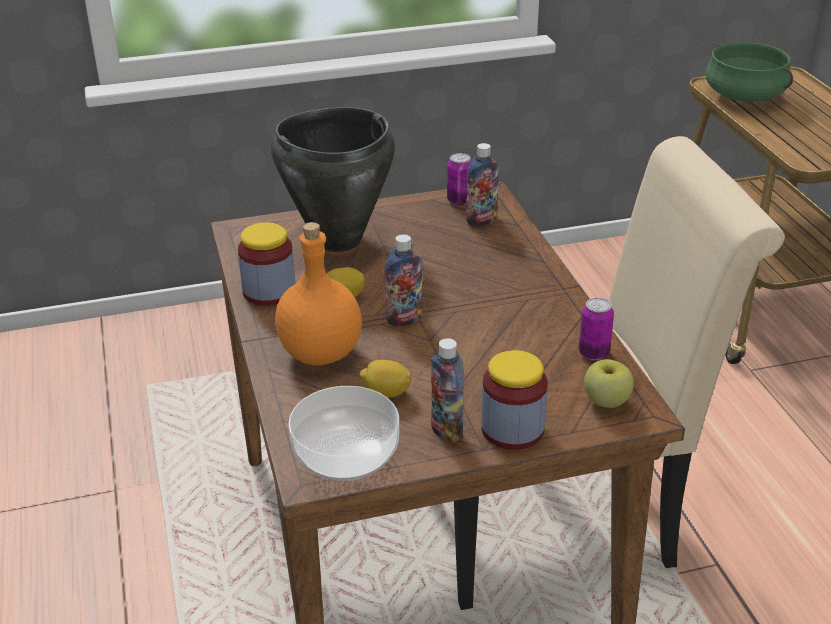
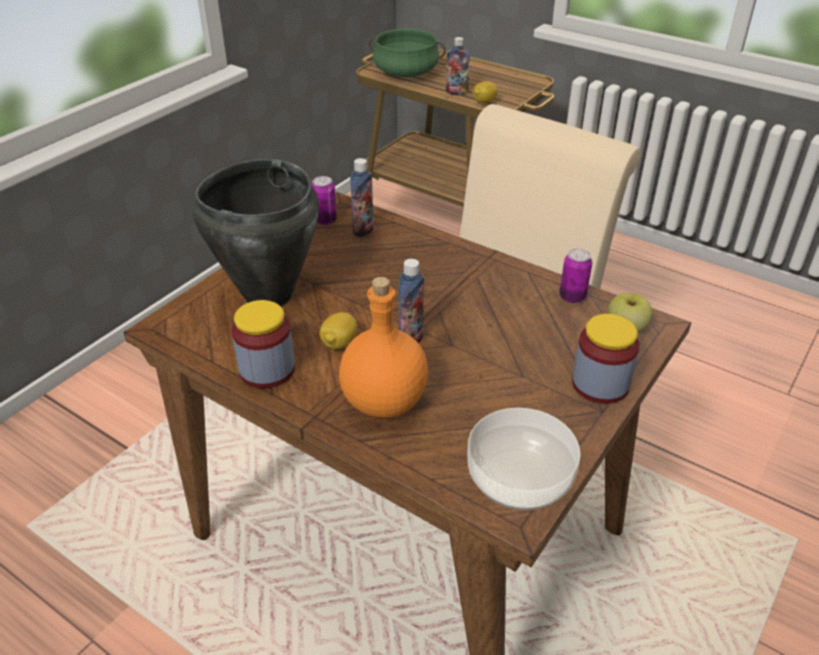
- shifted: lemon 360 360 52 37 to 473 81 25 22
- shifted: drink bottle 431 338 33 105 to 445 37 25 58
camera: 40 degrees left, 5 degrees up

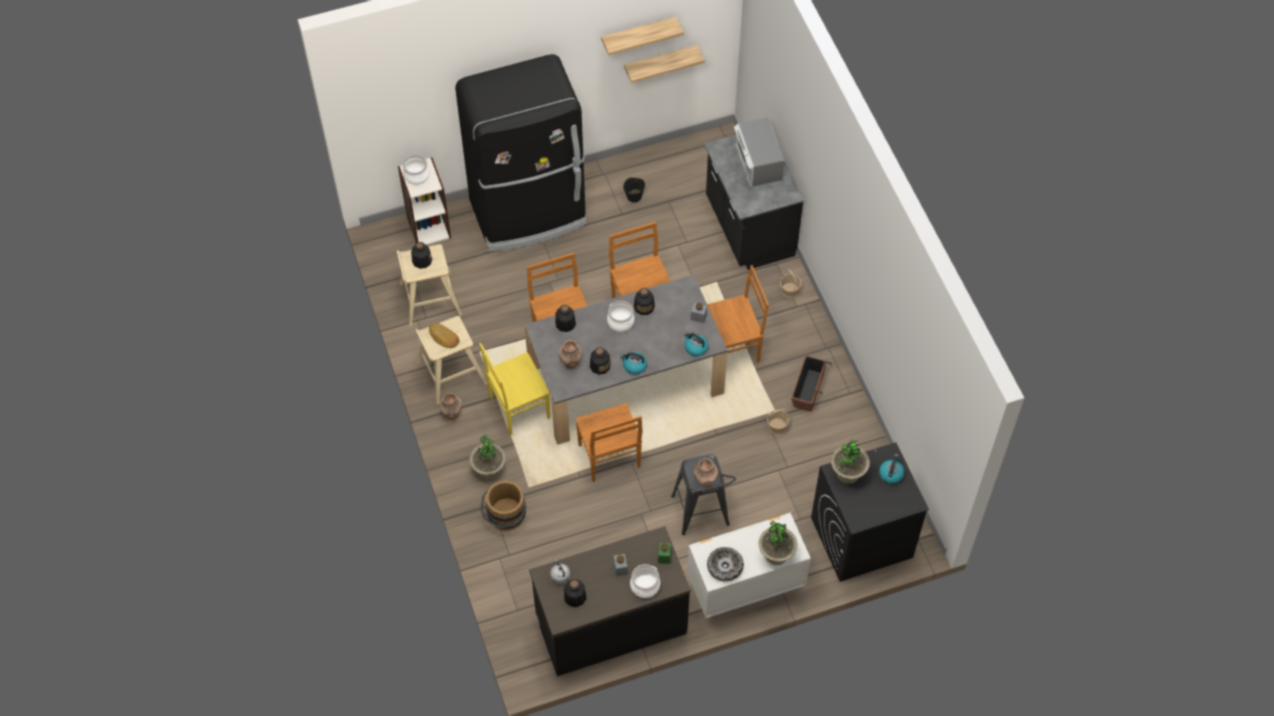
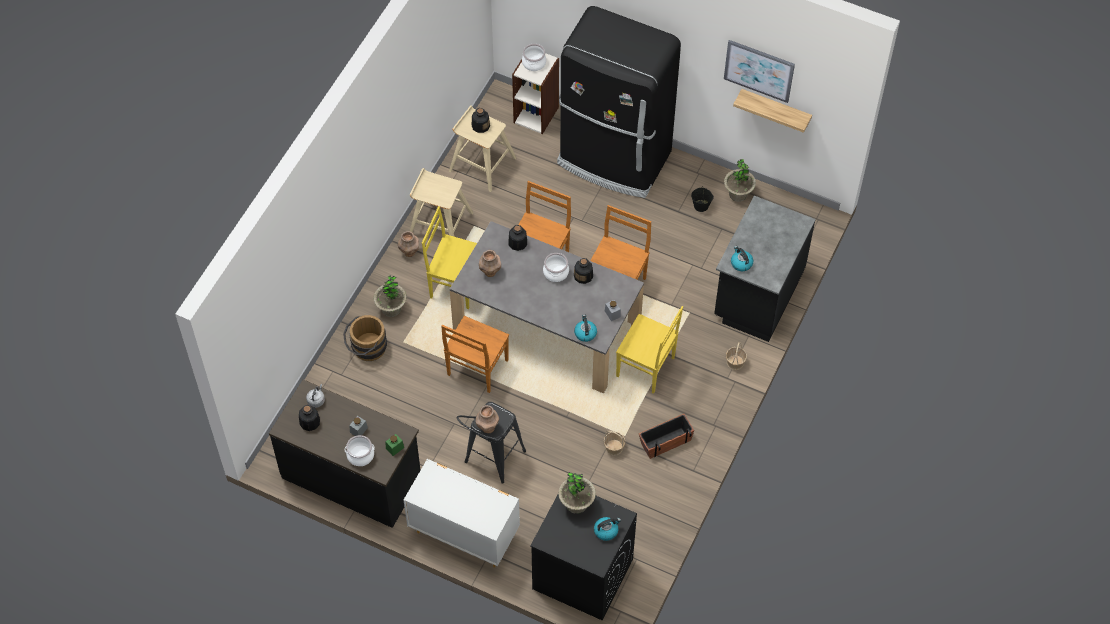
- gone: bakery bread 429 323 30 25
- gone: drink bottle 590 347 21 28
- swapped: shelf 601 17 83 38 to wall art 724 40 71 63
- shifted: water kettle 620 352 27 23 to 731 246 22 25
- repainted: plain chair (brown-coloured) 707 265 62 98 to plain chair (yellow-coloured) 616 306 67 88
- gone: deep dish 707 547 37 34
- gone: microwave 734 118 50 69
- shifted: plant in a pot 758 521 40 44 to 724 159 32 43
camera: 45 degrees right, 0 degrees up

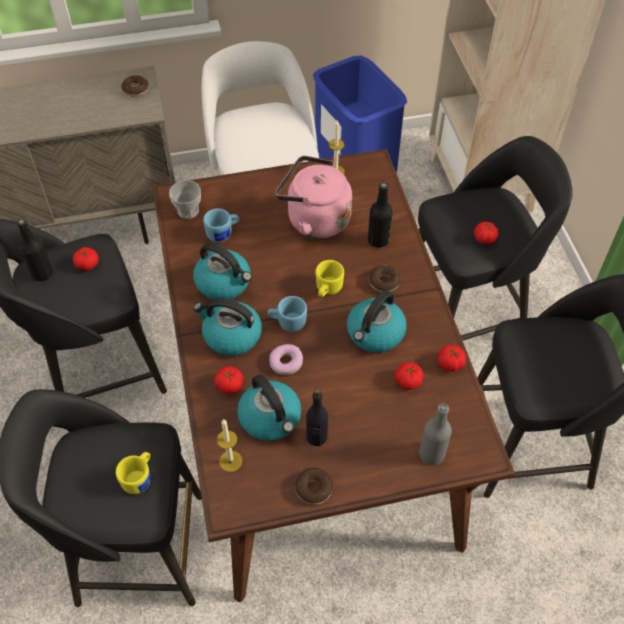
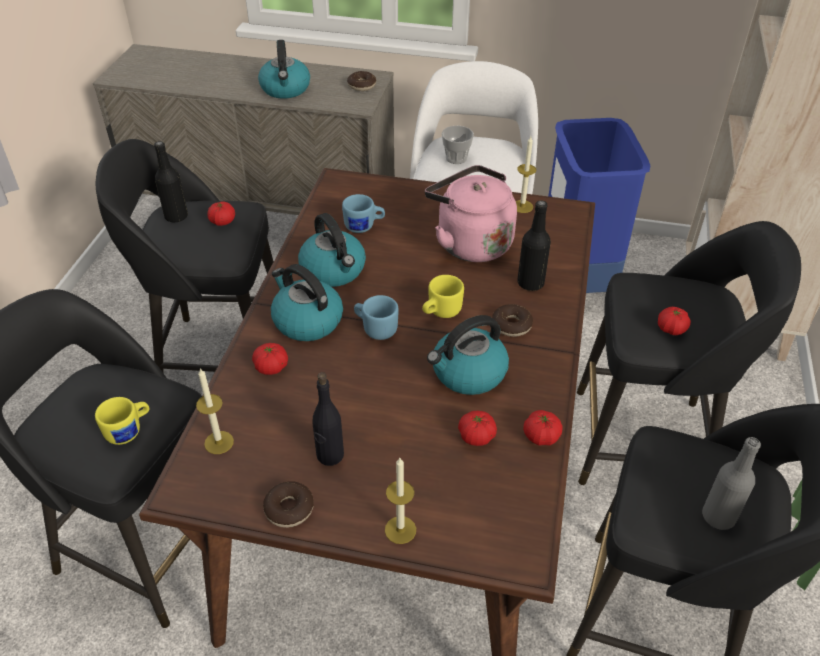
- shifted: small cup 169 180 32 39 to 442 126 32 38
- shifted: water kettle 237 375 64 66 to 258 40 52 59
- gone: donut 269 344 34 31
- shifted: drink bottle (gray) 419 403 33 62 to 702 437 59 93
- new: wax light 385 458 31 86
camera: 25 degrees right, 10 degrees down

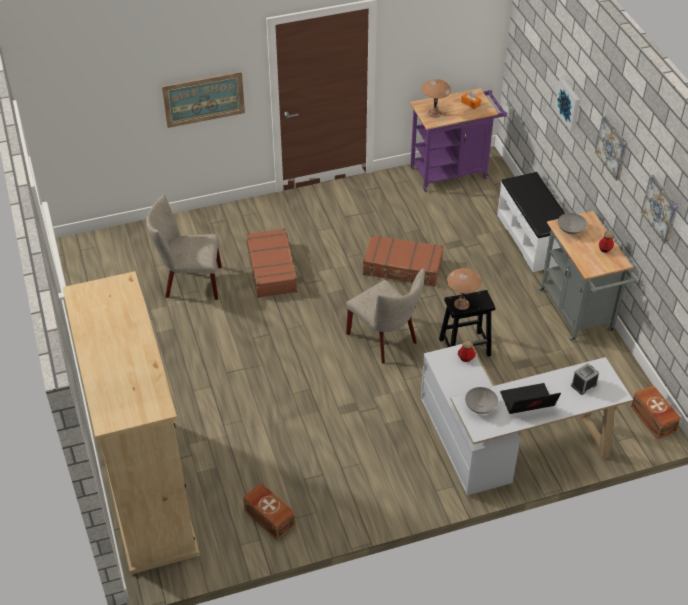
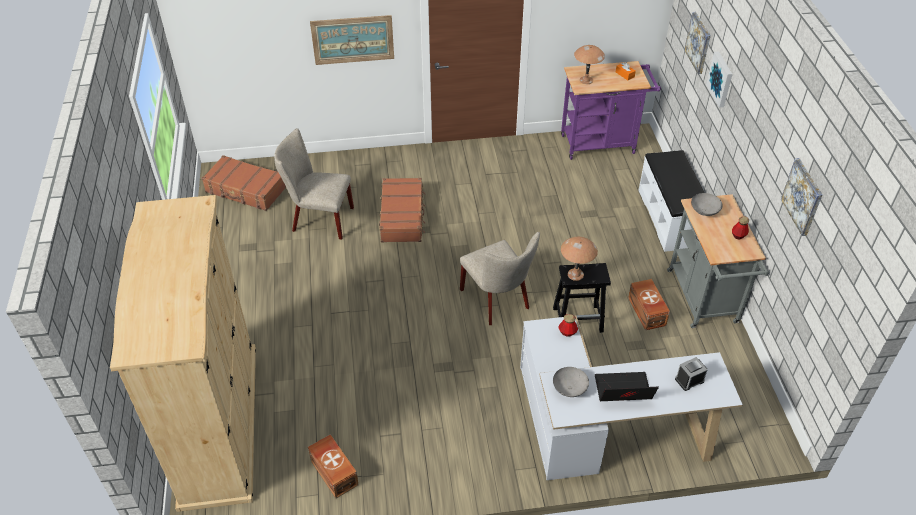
- shifted: piece of luggage (brown-coloured) 363 234 80 52 to 201 155 85 56
- shifted: wall art 595 116 33 65 to 684 12 27 62
- shifted: storage box (brown-coloured) 631 385 50 54 to 628 279 42 51
camera: 10 degrees right, 0 degrees up

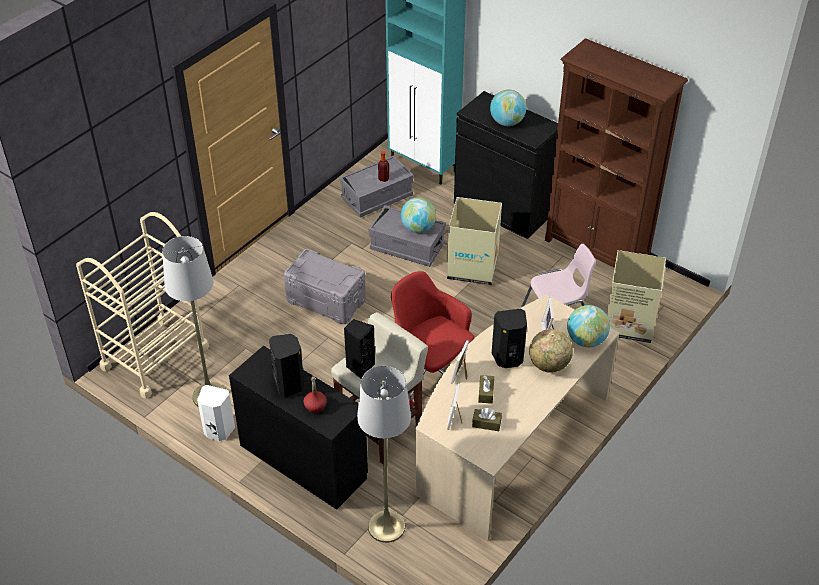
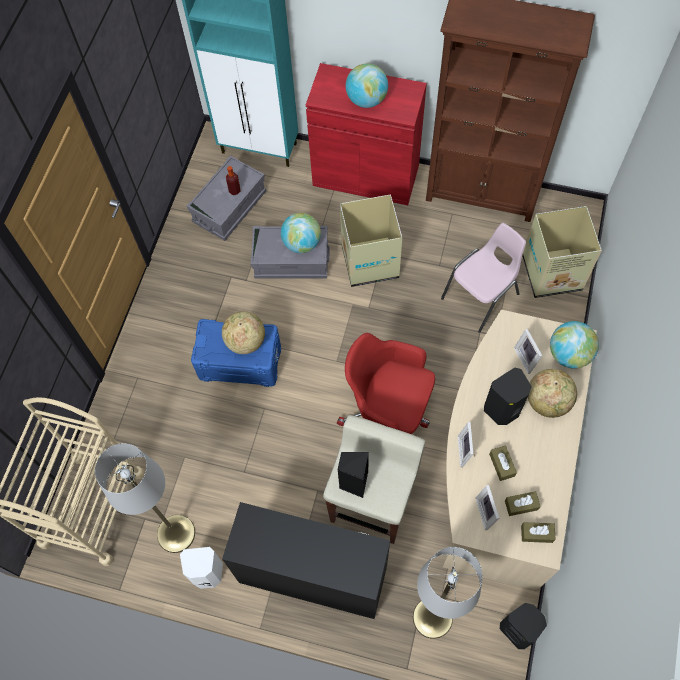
- shifted: audio speaker (blackish) 269 334 35 63 to 500 603 47 46
- repainted: storage box (gray) 284 249 82 75 to storage box (blue-coloured) 191 319 90 68
- gone: drink bottle (red-coloured) 303 376 24 37
- repainted: cabinet (blackish) 454 91 104 148 to cabinet (red-coloured) 306 63 121 142
- new: globe 222 311 43 43
- new: tissue box (brown-coloured) 521 522 35 21
camera: 20 degrees left, 20 degrees up

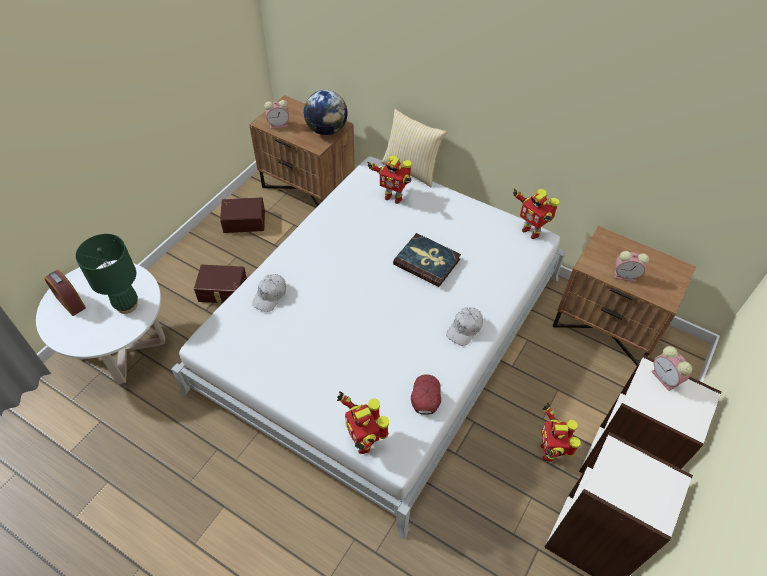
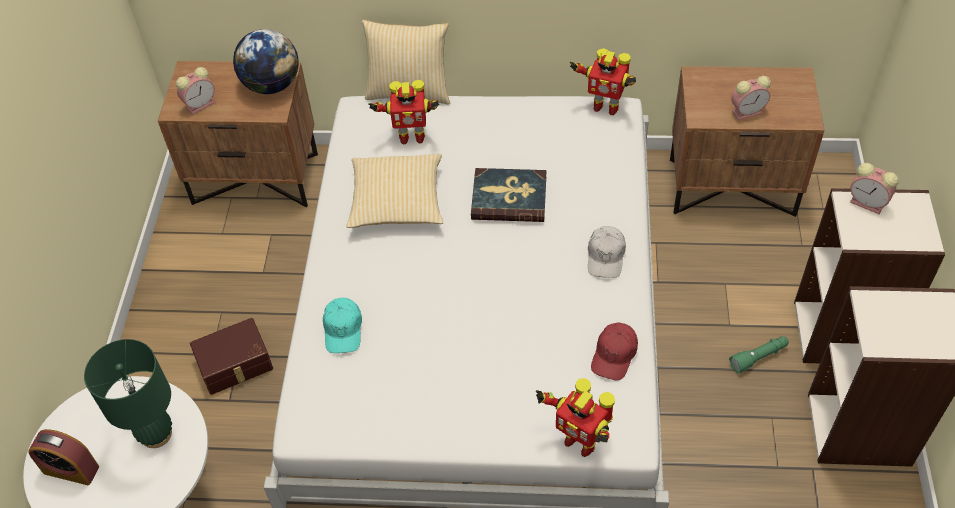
- gone: storage box (brown-coloured) 220 197 45 36
- repainted: baseball cap (white) 252 274 34 38 to baseball cap (turquoise) 323 298 39 55
- rotated: baseball cap (red-coloured) 411 374 30 41 = 591 323 47 58 135 degrees counterclockwise
- swapped: model robot 541 402 40 60 to hand torch (green) 729 336 60 37
- new: throw pillow 346 154 97 74
camera: 25 degrees left, 0 degrees up

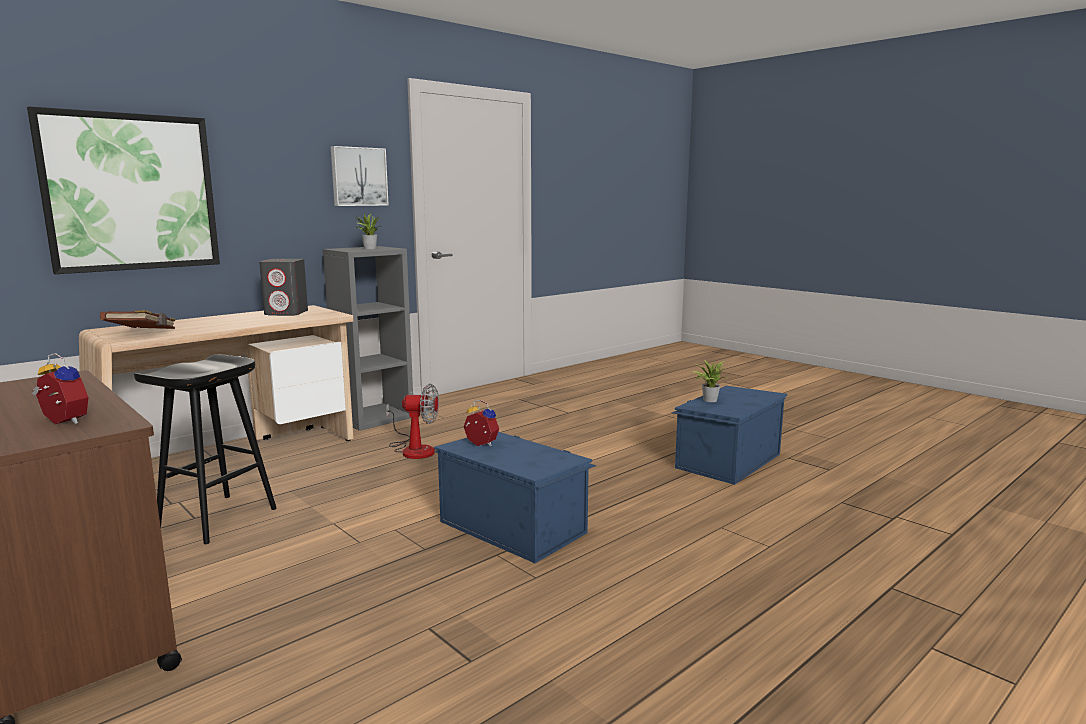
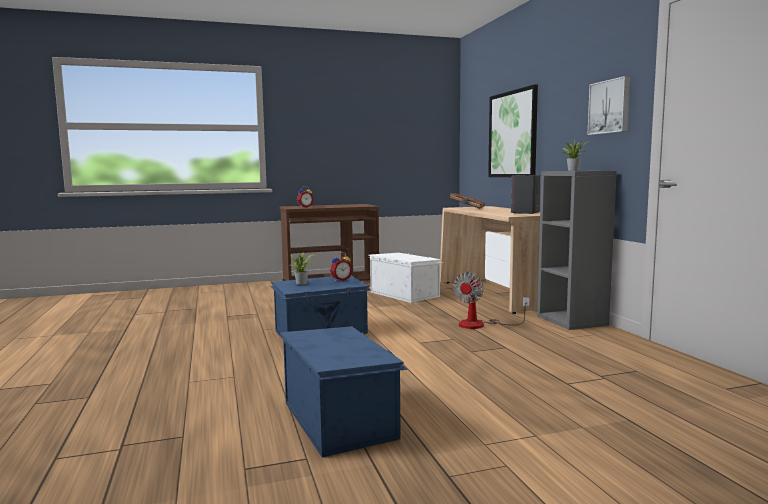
- swapped: stool (blackish) 134 354 143 190 to storage box (white) 368 253 76 50
- shifted: plant in a pot 692 360 35 42 to 289 252 24 33
camera: 115 degrees right, 5 degrees down

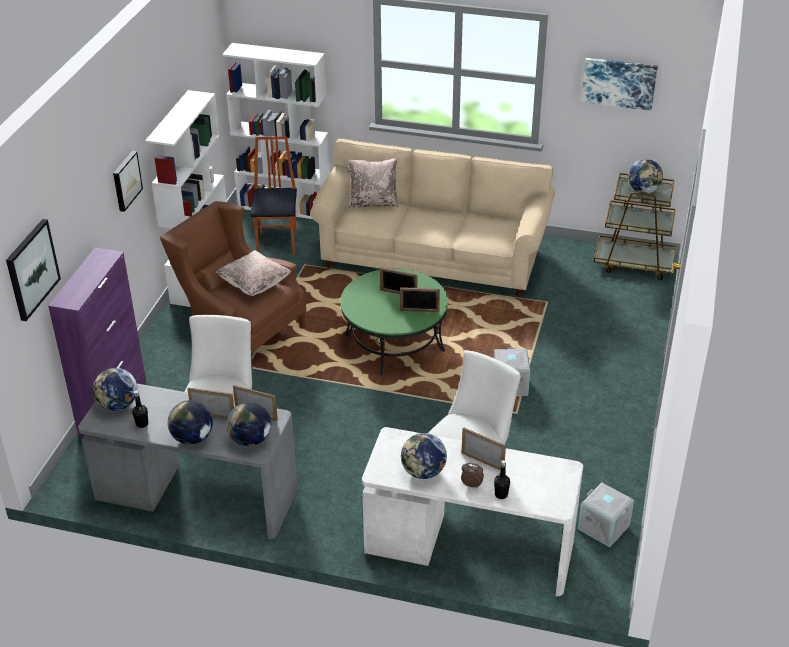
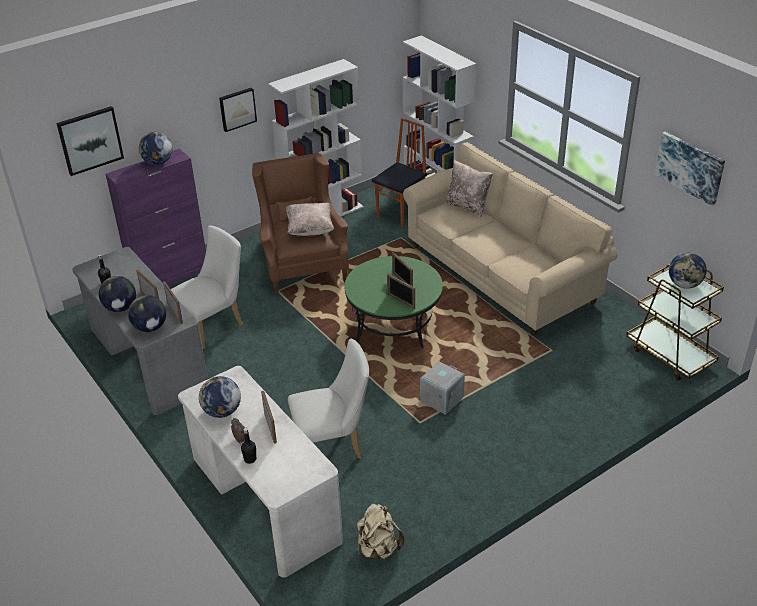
- shifted: globe 93 368 44 43 to 139 132 33 33
- swapped: storage box (gray) 578 482 56 65 to backpack (beige) 357 504 47 55
camera: 40 degrees right, 0 degrees up

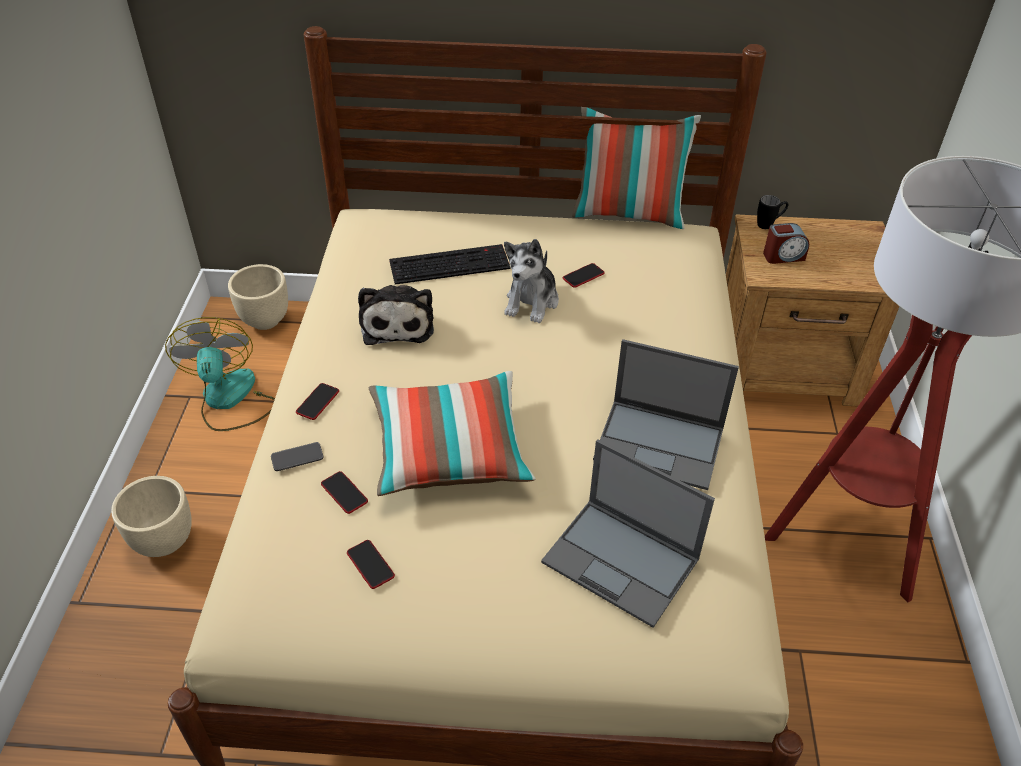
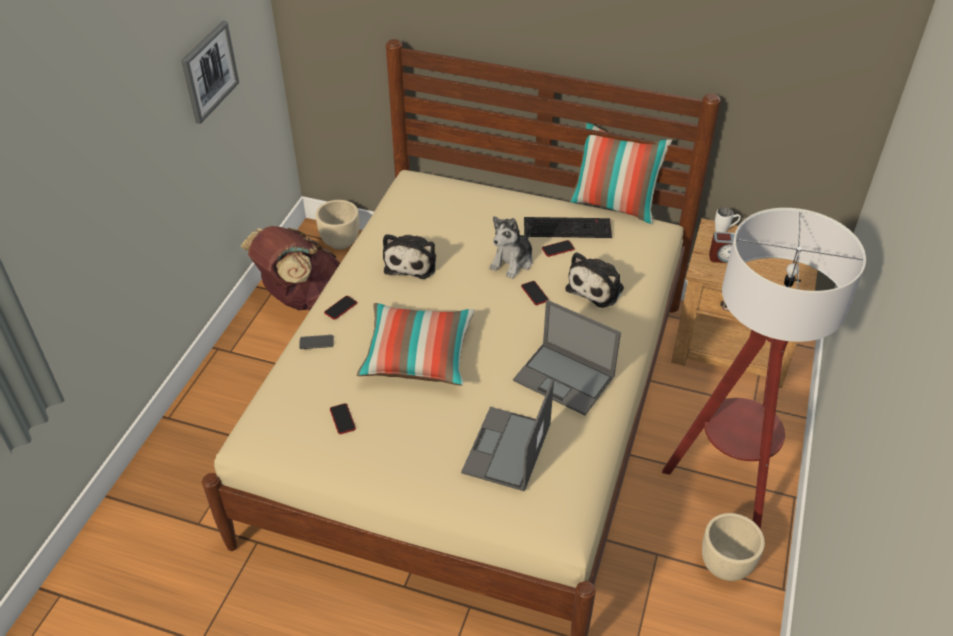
- shifted: planter (beige) 111 476 81 81 to 702 513 63 68
- swapped: fan 165 317 110 114 to backpack (brown-coloured) 241 226 99 84
- shifted: handset 321 471 47 43 to 521 281 28 24
- shifted: computer keyboard 389 244 121 41 to 524 217 88 21
- rotated: notebook computer 541 439 174 189 = 461 380 93 112 60 degrees clockwise
- repainted: mug (blackish) 757 195 31 34 to mug (white) 715 207 26 25
- new: wall art 181 21 58 103
- new: cuddly toy 565 252 59 56
camera: 15 degrees right, 0 degrees up

